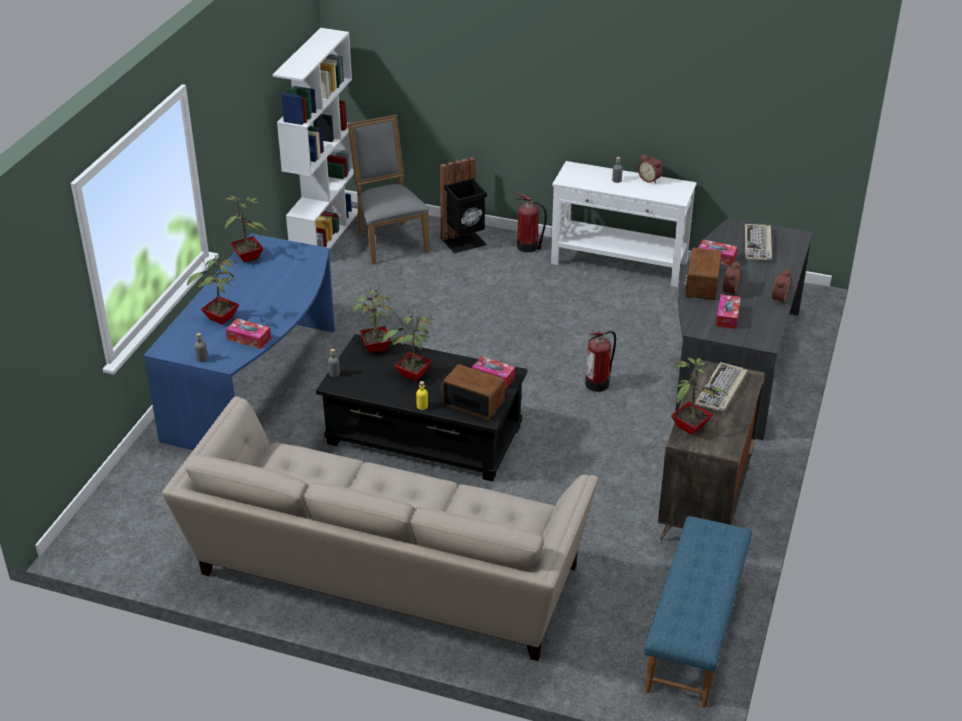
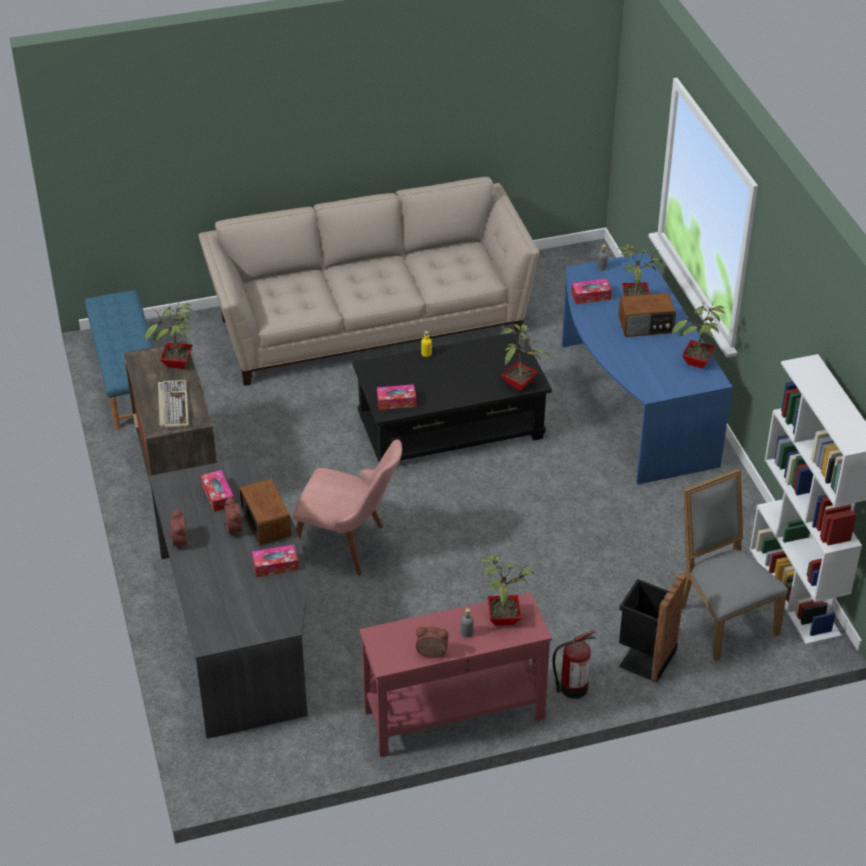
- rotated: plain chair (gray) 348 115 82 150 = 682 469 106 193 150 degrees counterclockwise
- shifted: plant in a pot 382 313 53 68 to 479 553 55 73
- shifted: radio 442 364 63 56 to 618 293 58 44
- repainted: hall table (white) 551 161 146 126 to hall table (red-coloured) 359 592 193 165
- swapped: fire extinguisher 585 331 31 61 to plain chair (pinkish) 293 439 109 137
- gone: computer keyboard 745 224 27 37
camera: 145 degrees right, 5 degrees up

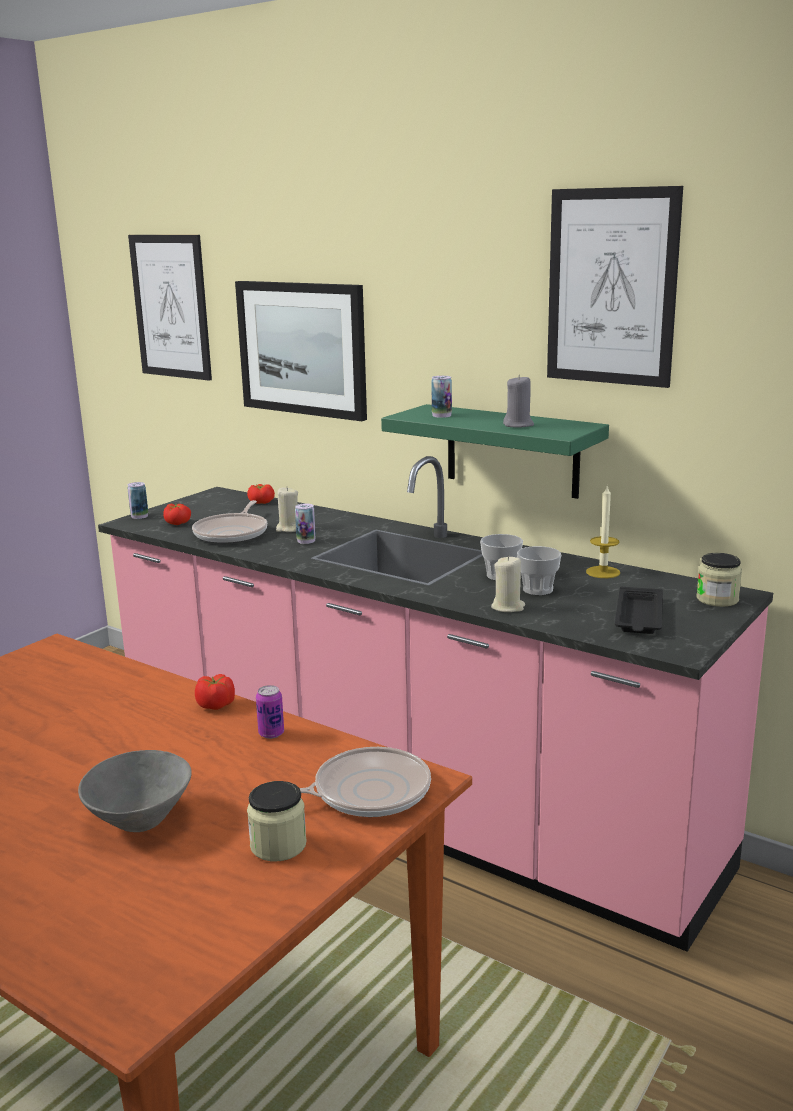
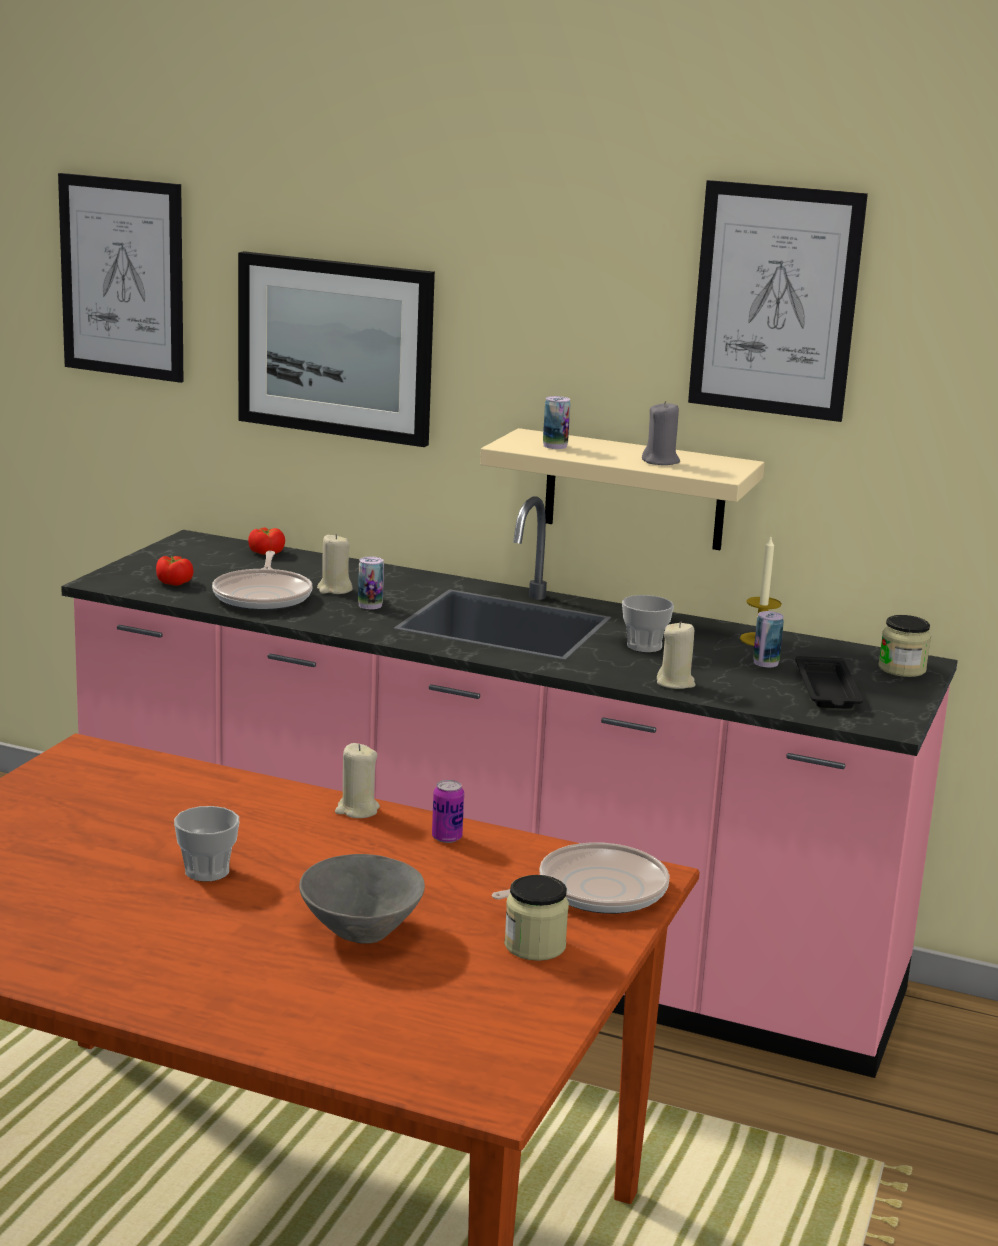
- shifted: can 128 482 20 37 to 753 611 31 56
- swapped: tomato 195 674 40 36 to wax light (beige) 335 743 45 75
- repainted: shelf (green) 381 404 228 95 to shelf (beige) 480 428 285 122
- shifted: small cup 517 546 44 49 to 174 806 65 75
camera: 15 degrees left, 0 degrees up

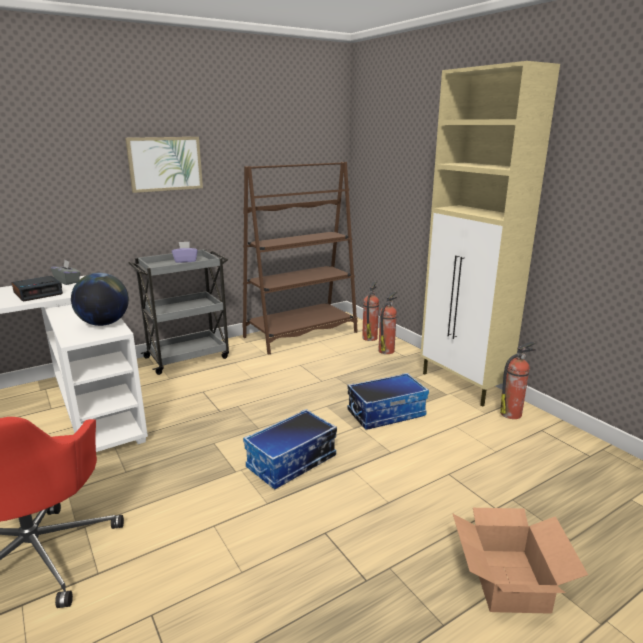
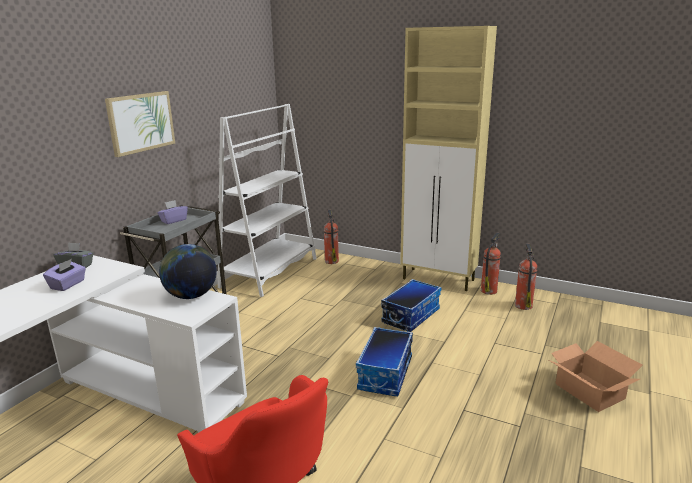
- swapped: alarm clock 12 276 51 25 to tissue box (purplish) 43 259 43 32
- repainted: bookcase (brown-coloured) 243 162 115 192 to bookcase (white) 217 104 100 193
- shifted: fire extinguisher 378 291 19 63 to 515 244 22 66
camera: 30 degrees left, 0 degrees up

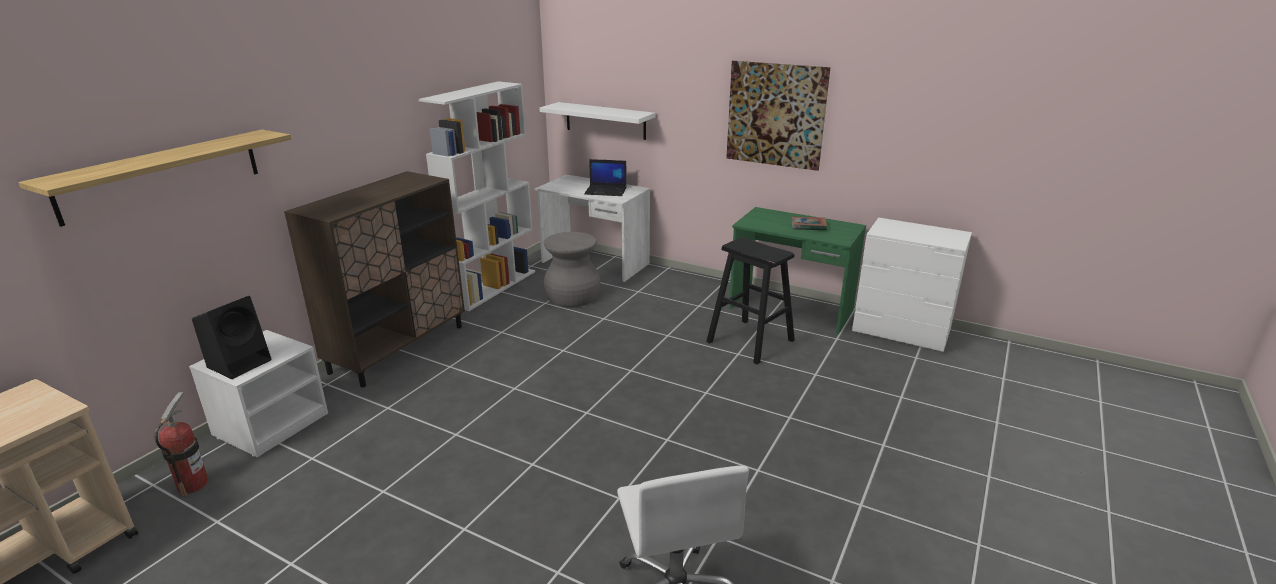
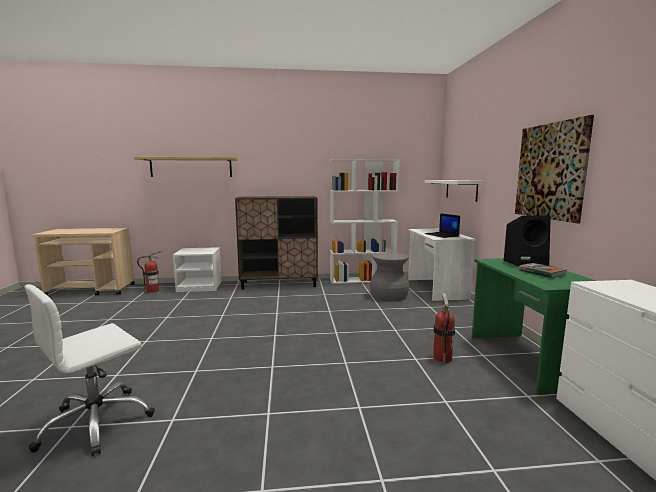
- shifted: audio speaker (blackish) 192 296 80 83 to 504 215 47 52
- swapped: stool (blackish) 706 238 89 127 to fire extinguisher 433 293 22 71
camera: 55 degrees right, 15 degrees down

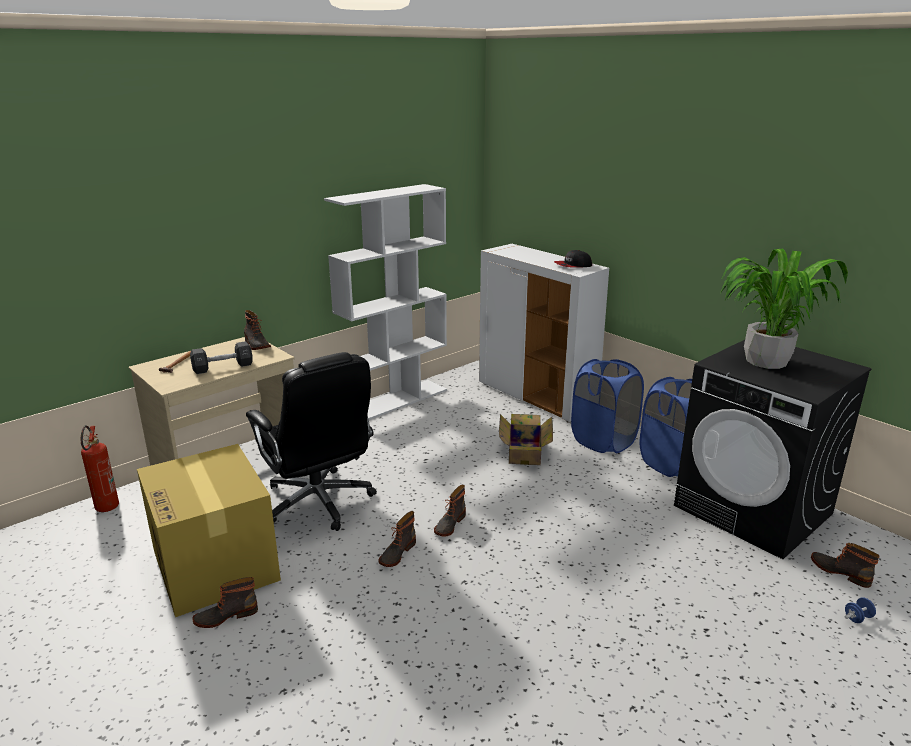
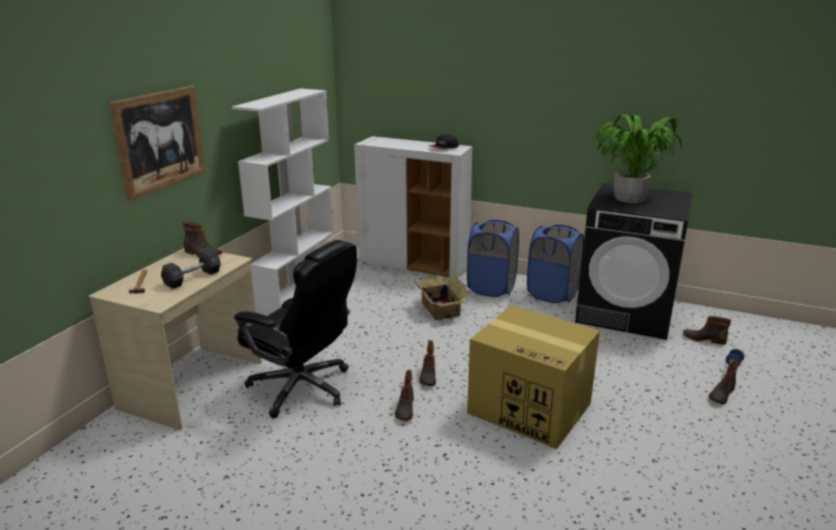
- gone: fire extinguisher 81 425 38 87
- shifted: cardboard box 137 444 144 173 to 467 305 133 144
- shifted: high-top boot 193 577 65 51 to 709 360 30 44
- new: wall art 109 86 97 115
camera: 25 degrees left, 0 degrees up

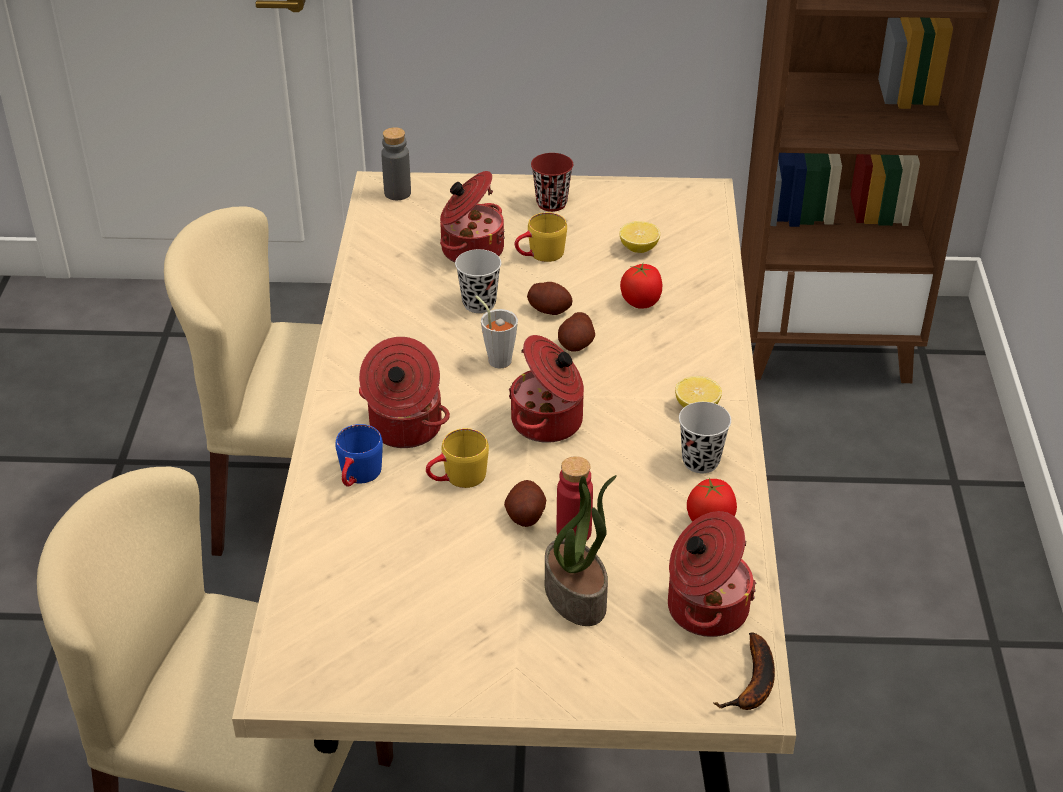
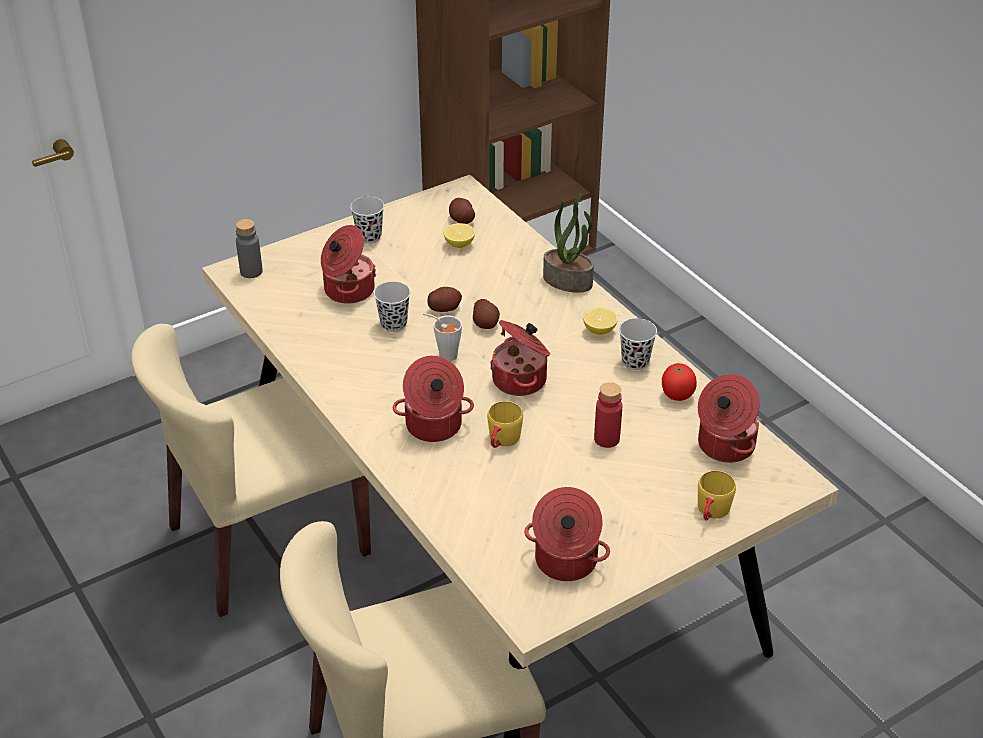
- gone: mug (blue-coloured) 335 424 48 63
- shifted: whole potato 504 480 42 47 to 449 198 26 26
- shifted: mug (yellow-coloured) 515 212 52 50 to 698 470 38 51
- repainted: small cup (red-coloured) 531 153 42 59 to small cup (blackish) 350 197 34 47
- shifted: plant in a pot 545 475 72 151 to 543 193 51 100
- gone: tomato 620 263 42 46
- gone: banana fruit 714 632 61 78
- new: saucepot 524 487 86 94
camera: 35 degrees left, 0 degrees up

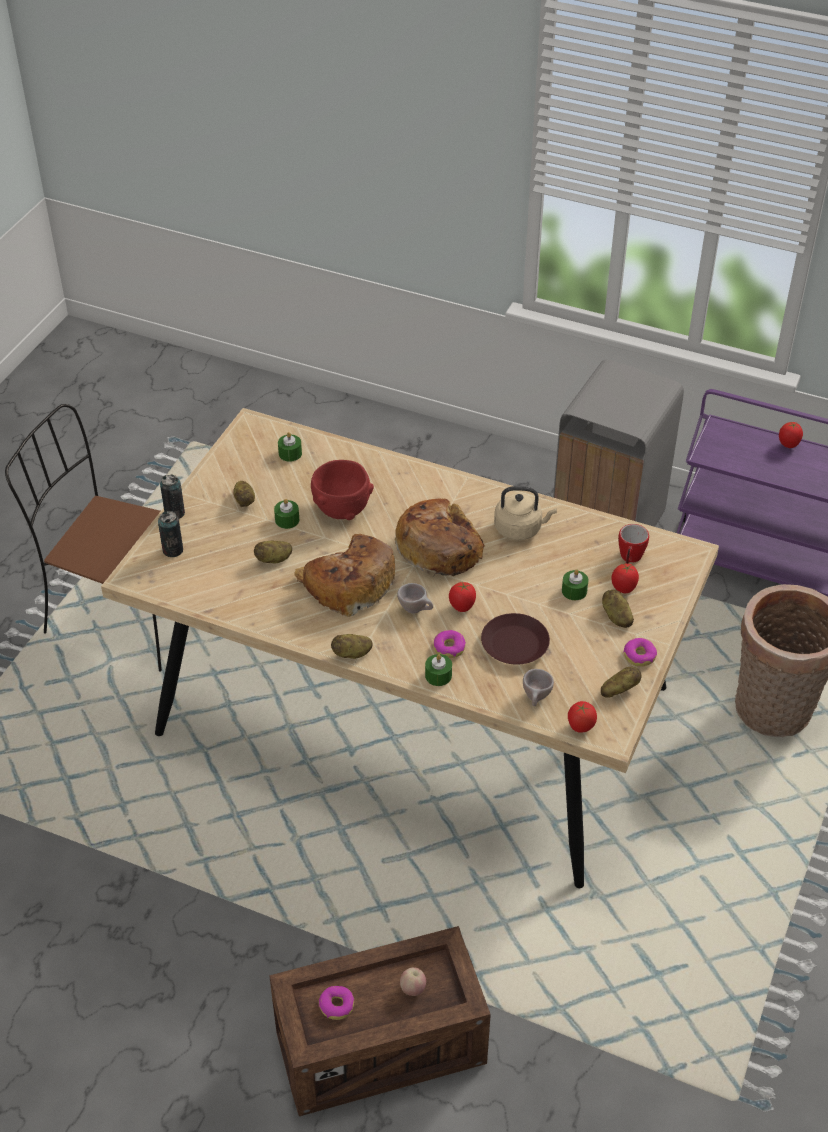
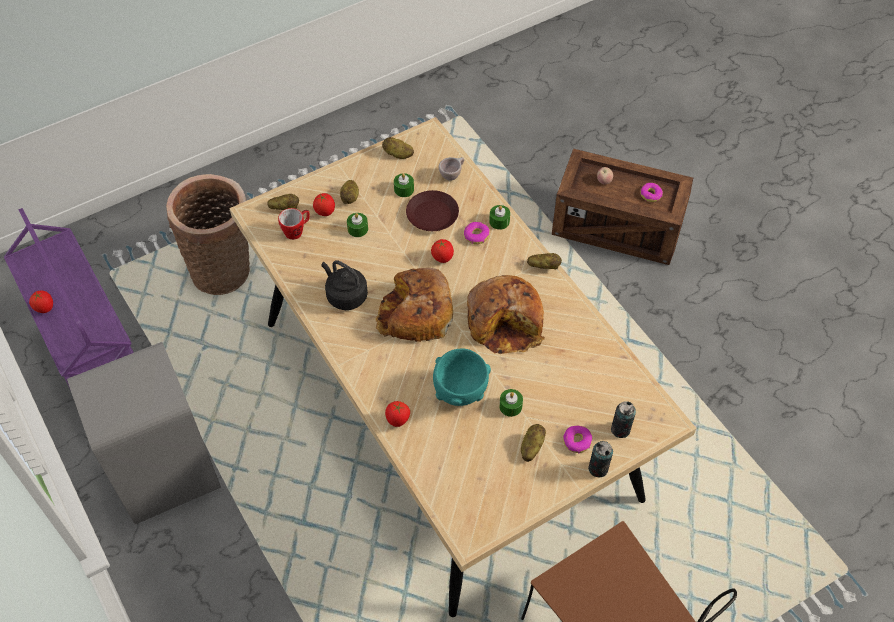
- shifted: whole potato 254 540 38 24 to 267 194 32 16
- shifted: wax light (green) 278 432 24 30 to 394 173 20 24
- repainted: deep dish (red-coloured) 311 460 63 60 to deep dish (turquoise) 433 348 58 58
- gone: small cup (beige) 397 583 36 30
- repainted: water kettle (beige) 494 486 63 54 to water kettle (blackish) 322 260 46 50
- shifted: tomato 568 701 29 32 to 385 401 25 26
- shifted: donut 623 638 34 29 to 563 426 29 27
camera: 145 degrees left, 10 degrees up

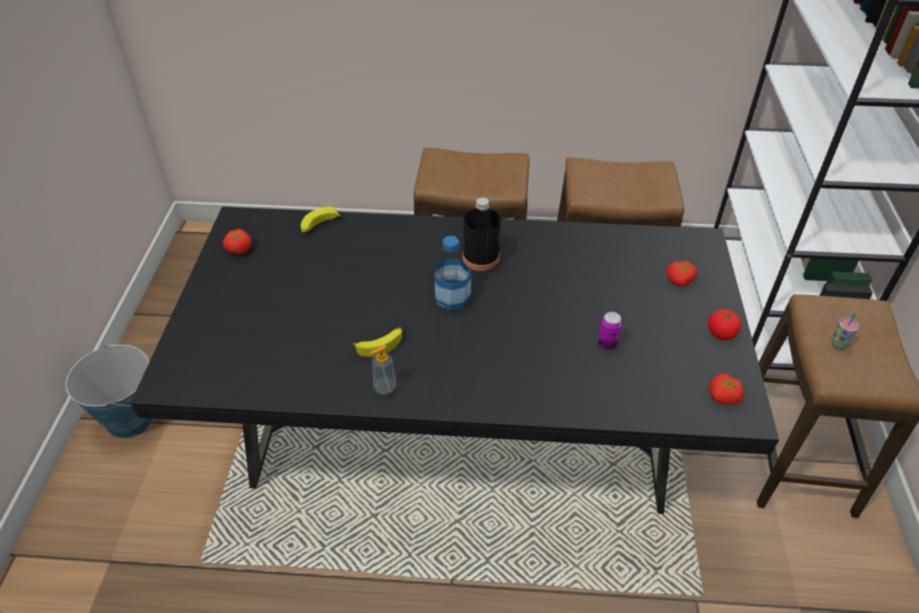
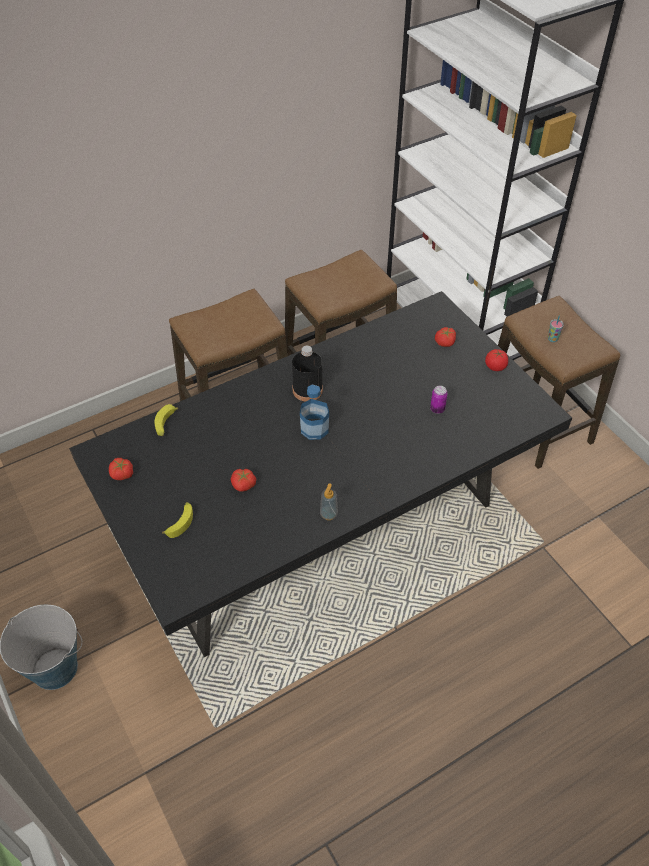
- shifted: banana fruit 352 327 50 30 to 162 502 31 36
- shifted: tomato 709 374 35 31 to 231 469 25 23
camera: 35 degrees left, 5 degrees up

